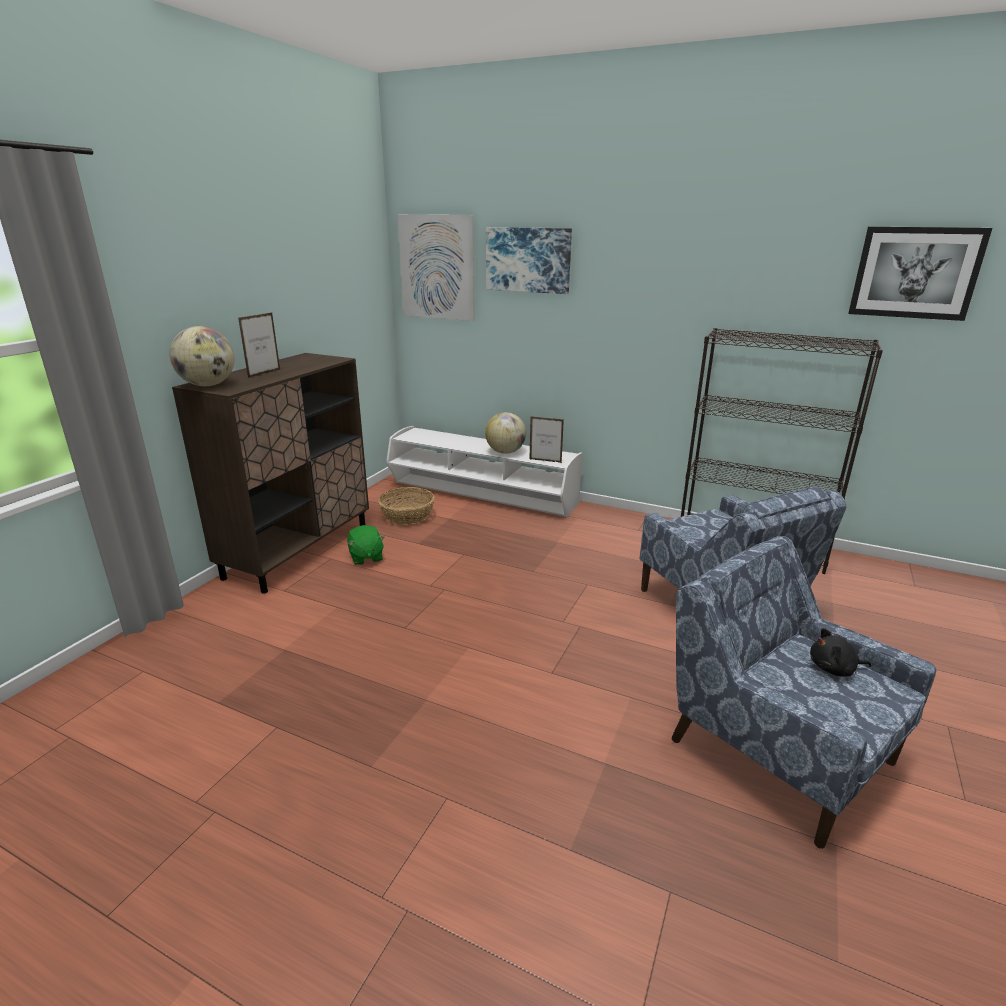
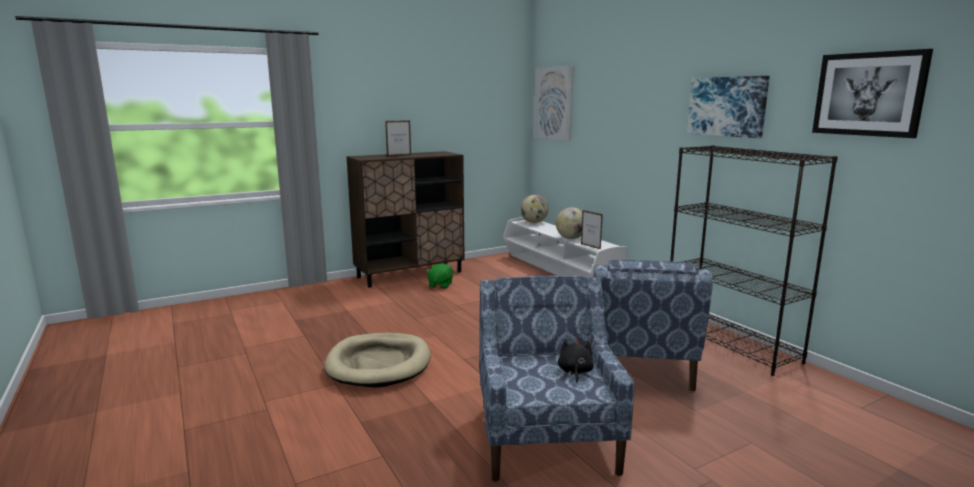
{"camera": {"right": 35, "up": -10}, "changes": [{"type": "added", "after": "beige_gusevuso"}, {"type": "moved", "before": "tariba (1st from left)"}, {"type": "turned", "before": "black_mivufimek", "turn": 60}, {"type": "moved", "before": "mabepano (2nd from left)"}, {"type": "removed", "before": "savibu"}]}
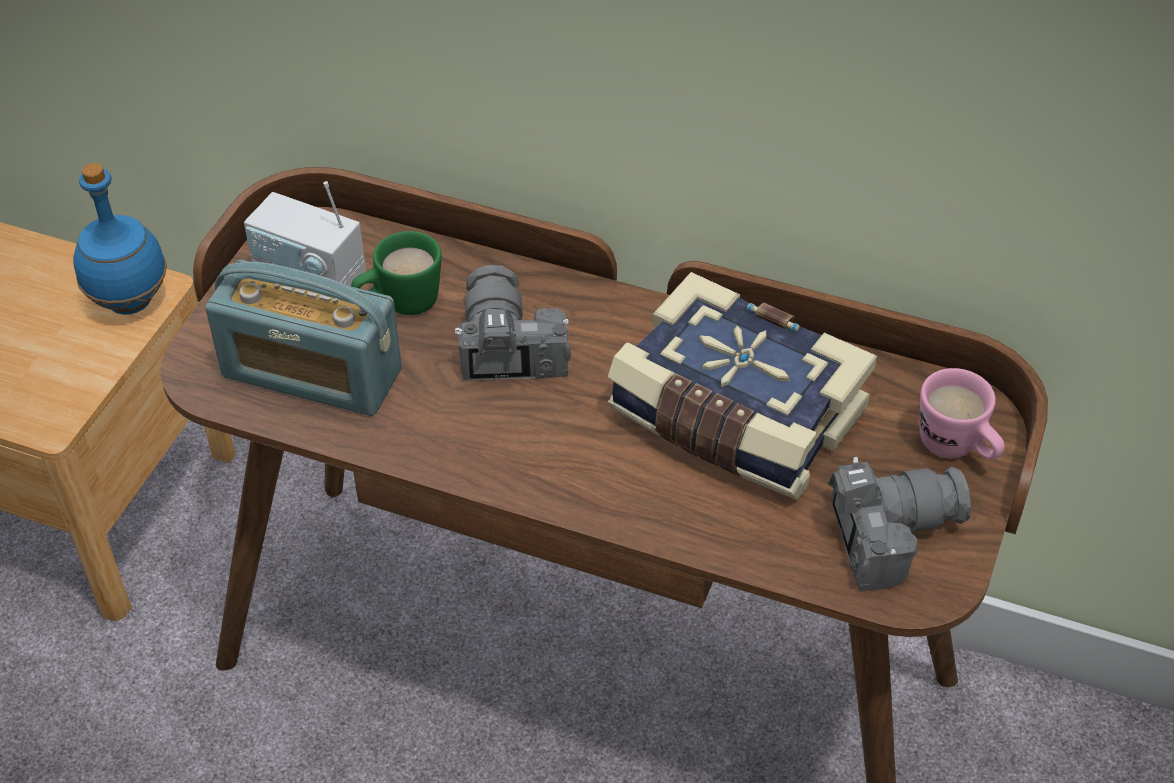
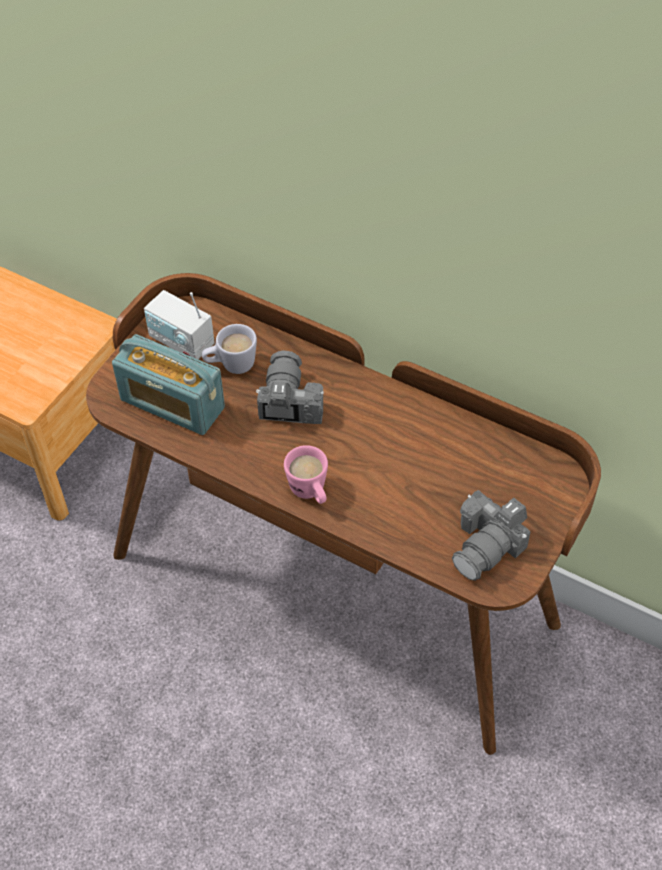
{"camera": {"right": 10, "up": 5}, "changes": [{"type": "recoloured", "before": "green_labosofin", "after": "white_labosofin"}, {"type": "moved", "before": "pink_labosofin"}, {"type": "turned", "before": "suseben (2nd from left)", "turn": 135}, {"type": "removed", "before": "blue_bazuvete"}, {"type": "removed", "before": "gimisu"}]}
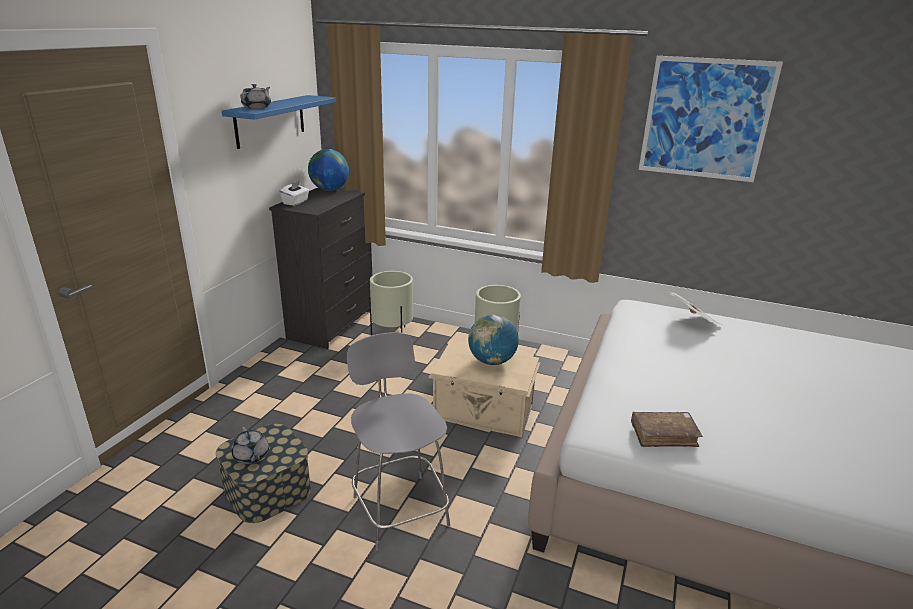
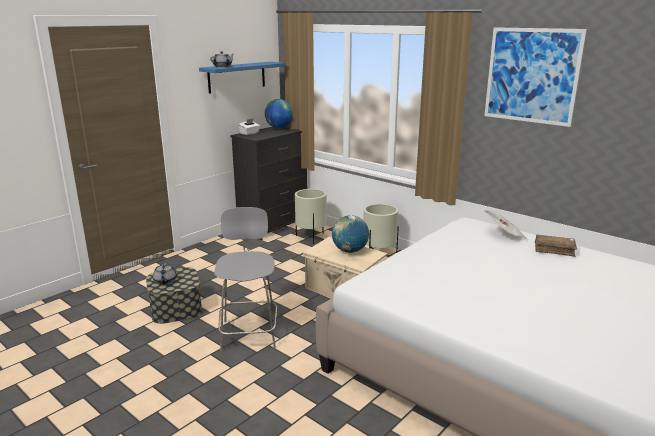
{"camera": {"right": 20, "up": -5}, "changes": [{"type": "moved", "before": "brown_gimisu"}]}
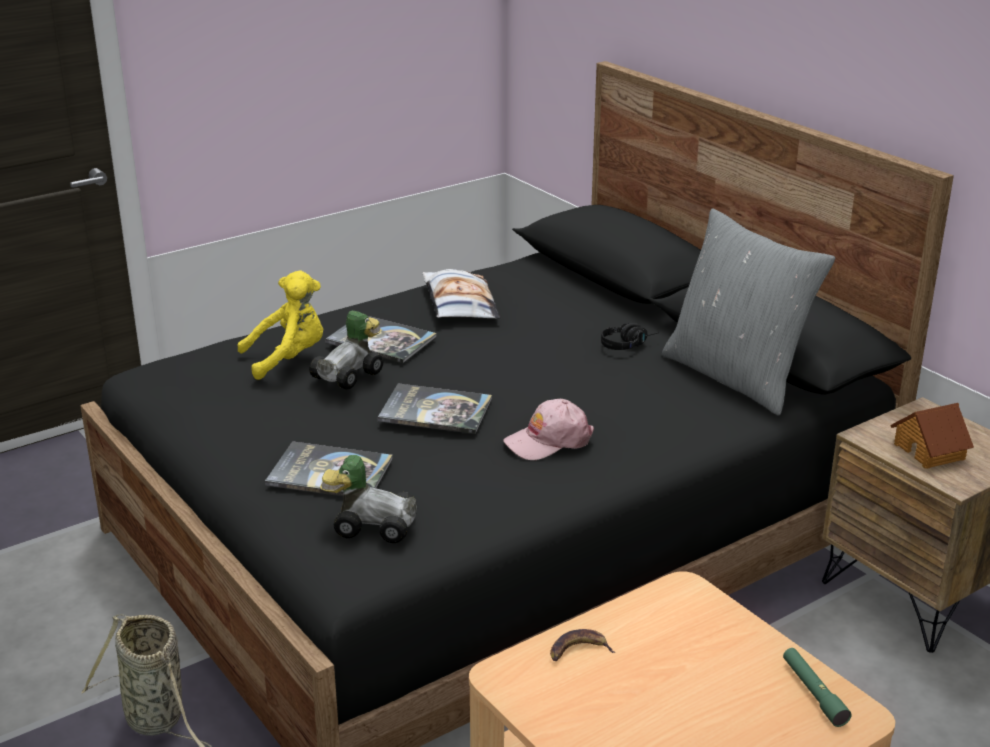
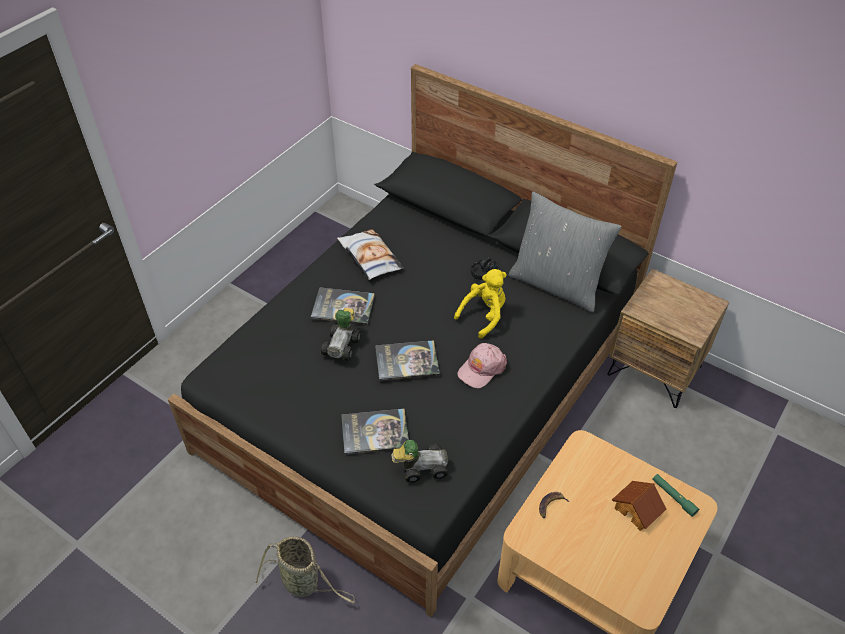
{"camera": {"right": -20, "up": 20}, "changes": [{"type": "moved", "before": "yellow_mivufimek"}, {"type": "moved", "before": "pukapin"}]}
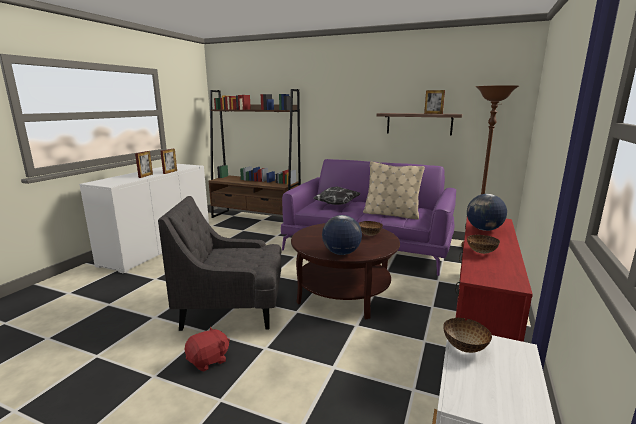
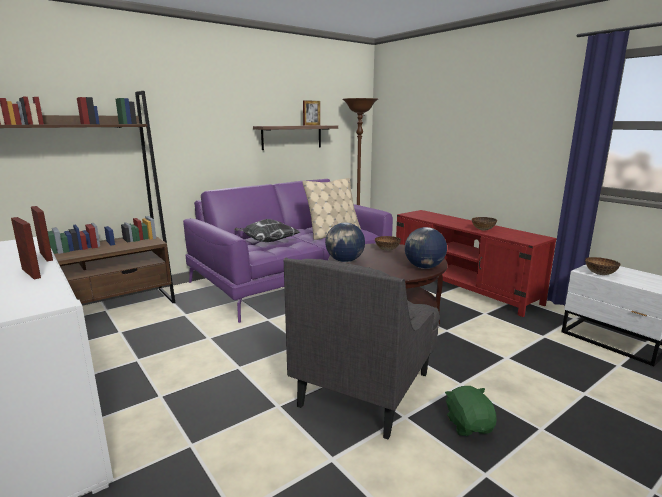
{"camera": {"right": -60, "up": 0}, "changes": [{"type": "moved", "before": "tariba (2nd from left in the first image)", "after": "tariba (1st from left)"}, {"type": "recoloured", "before": "red_mivufimek", "after": "green_mivufimek"}]}
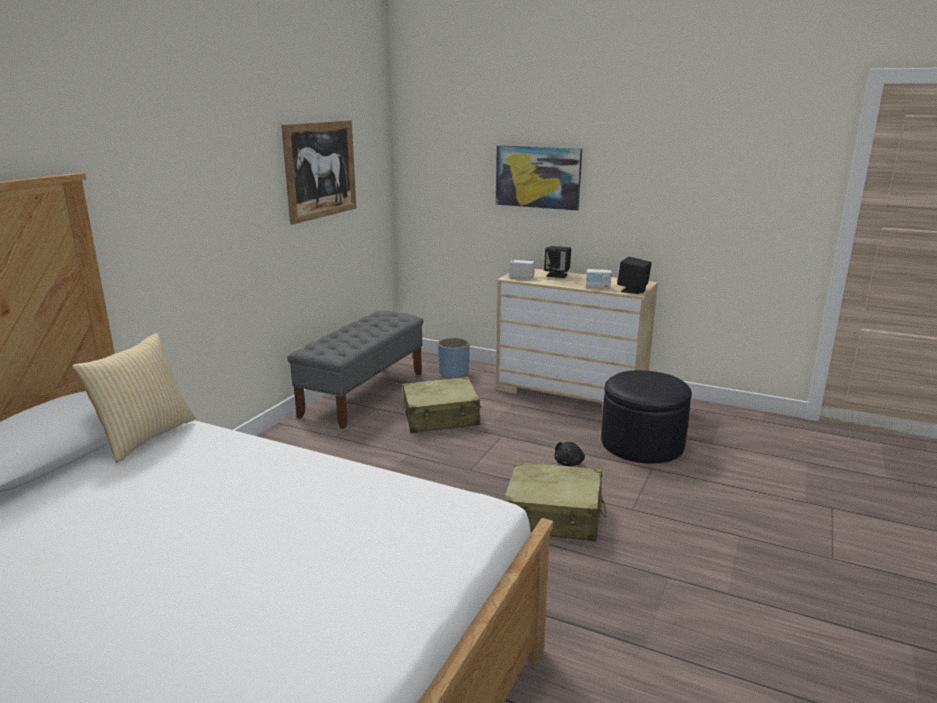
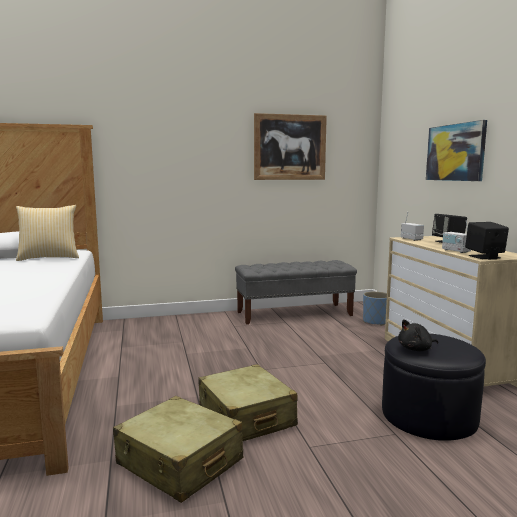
{"camera": {"right": 50, "up": -10}, "changes": [{"type": "moved", "before": "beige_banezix (1st from left)"}, {"type": "moved", "before": "black_mivufimek"}]}
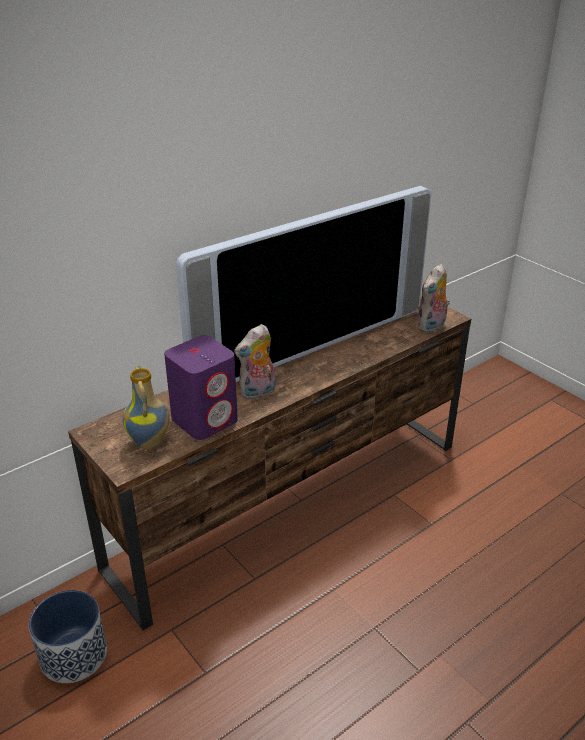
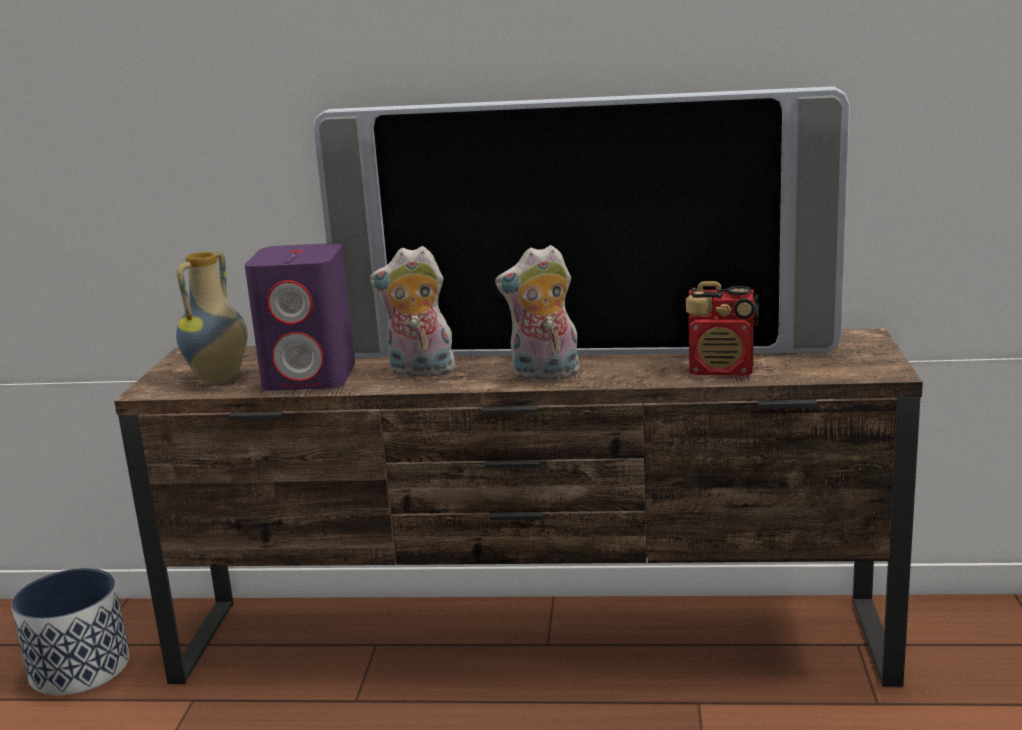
{"camera": {"right": 45, "up": -15}, "changes": [{"type": "moved", "before": "mivufimek (2nd from left)"}, {"type": "added", "after": "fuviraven"}]}
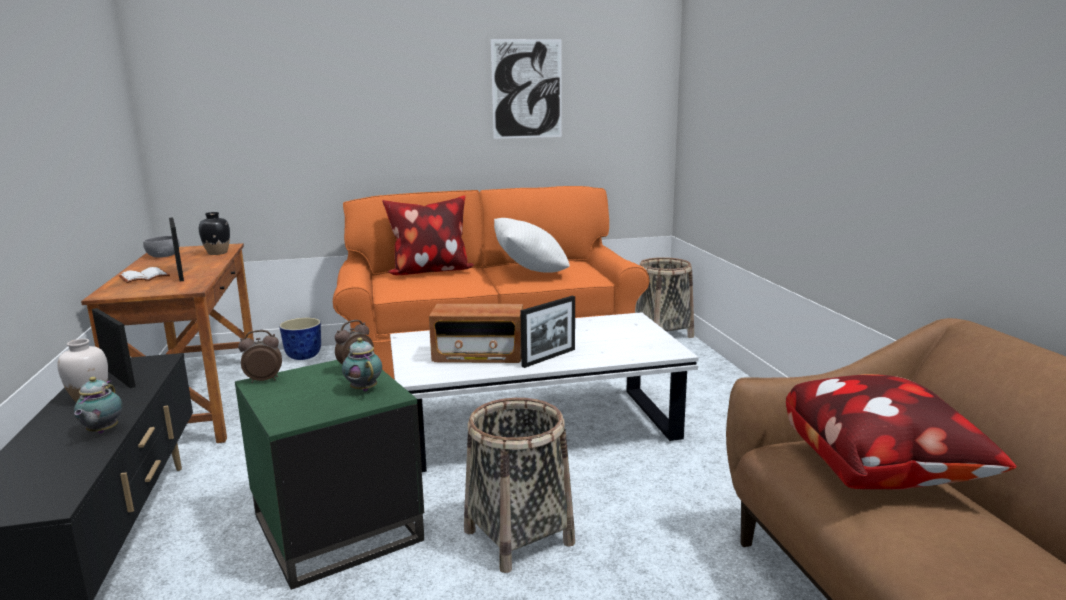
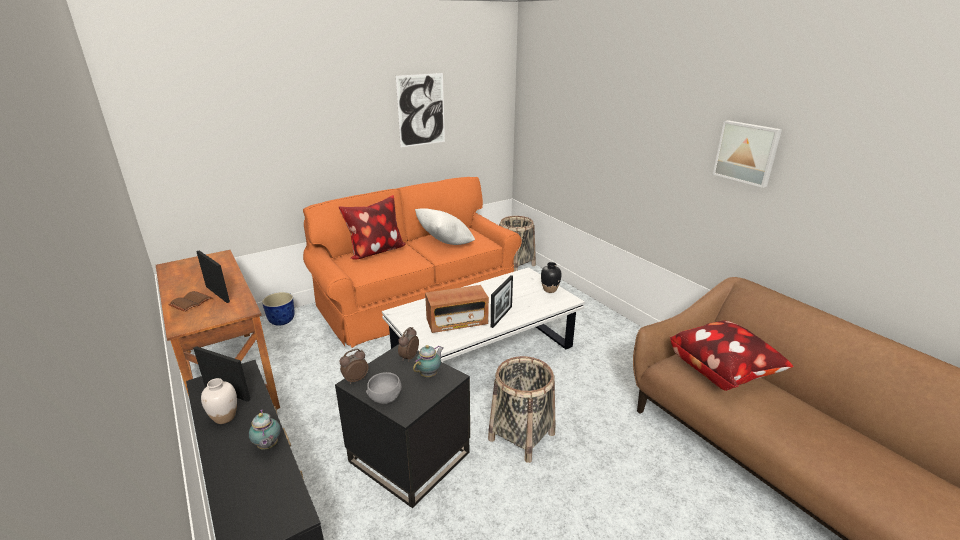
{"camera": {"right": -20, "up": 10}, "changes": [{"type": "recoloured", "before": "white_gimisu", "after": "brown_gimisu"}, {"type": "recoloured", "before": "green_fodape", "after": "black_fodape"}, {"type": "moved", "before": "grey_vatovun"}, {"type": "turned", "before": "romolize (2nd from left)", "turn": 90}, {"type": "moved", "before": "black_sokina"}, {"type": "added", "after": "mabepano (2nd from left)"}]}
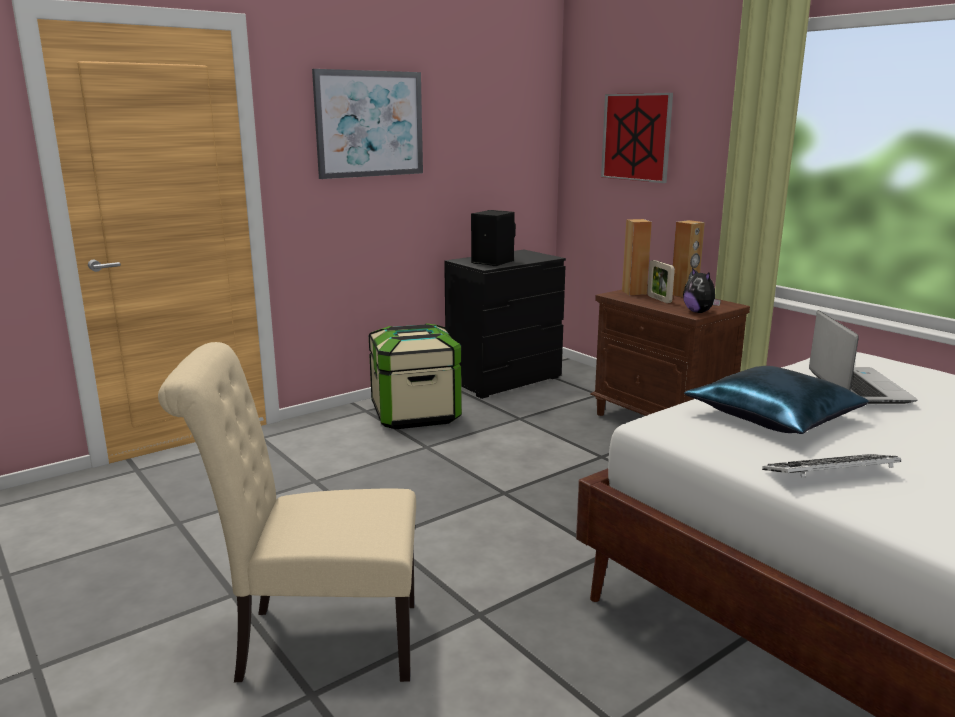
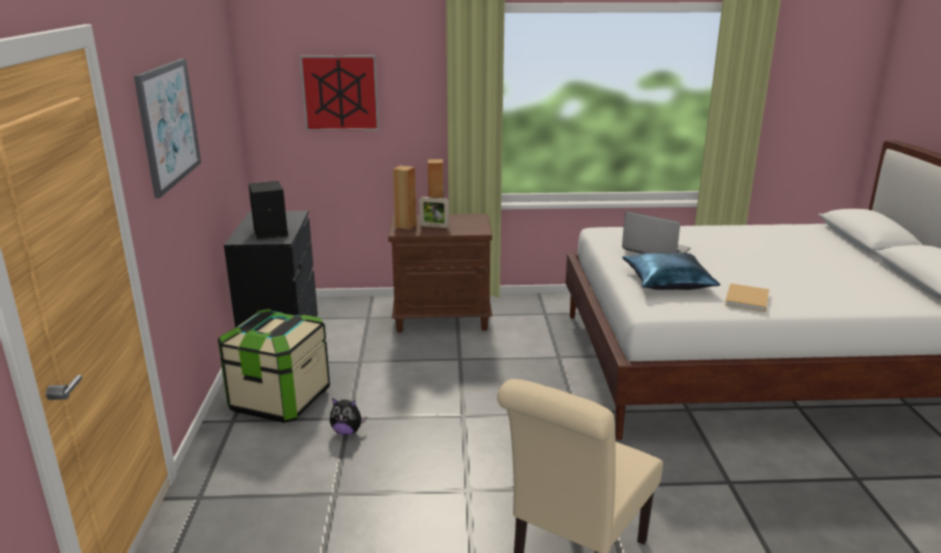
{"camera": {"right": -55, "up": 5}, "changes": [{"type": "moved", "before": "mivufimek"}, {"type": "replaced", "before": "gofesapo", "after": "beige_gimisu"}]}
